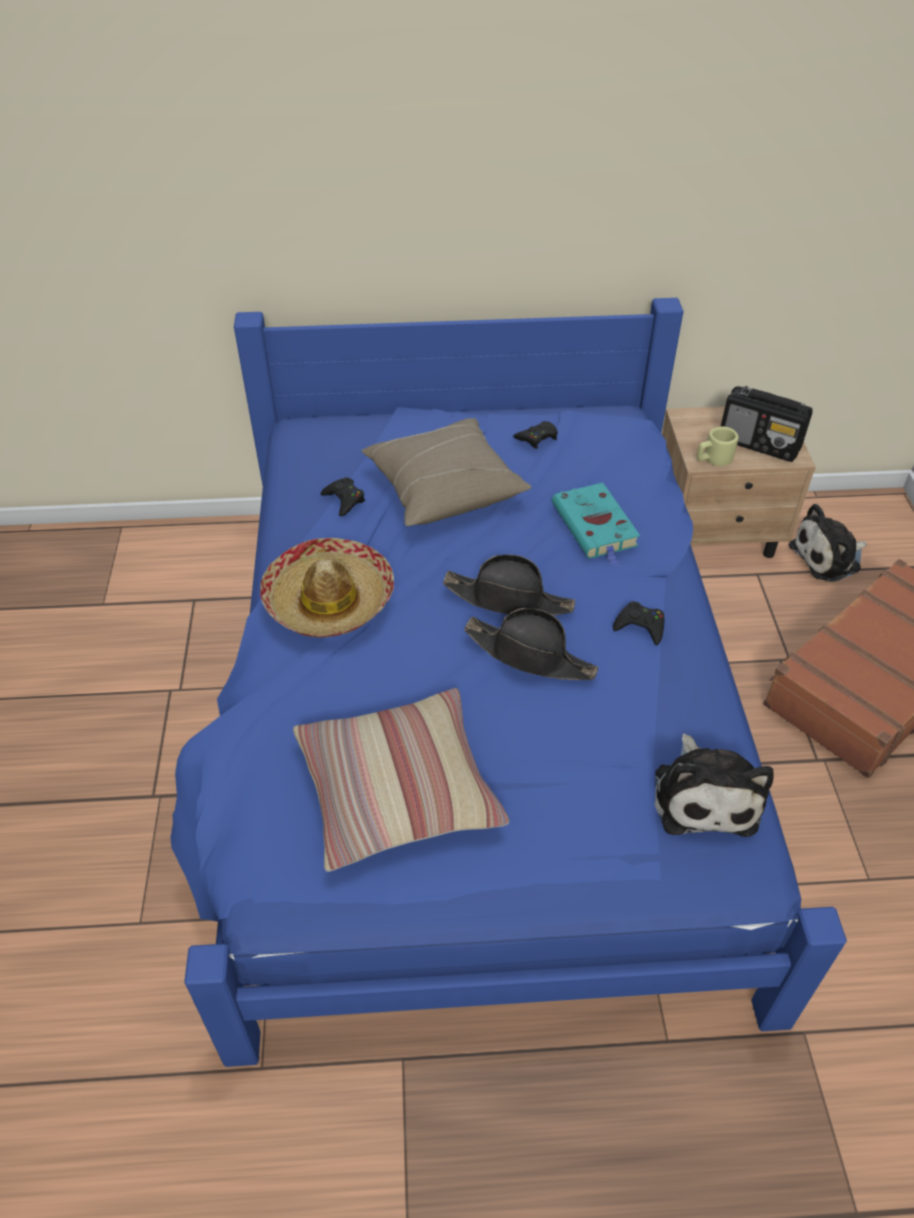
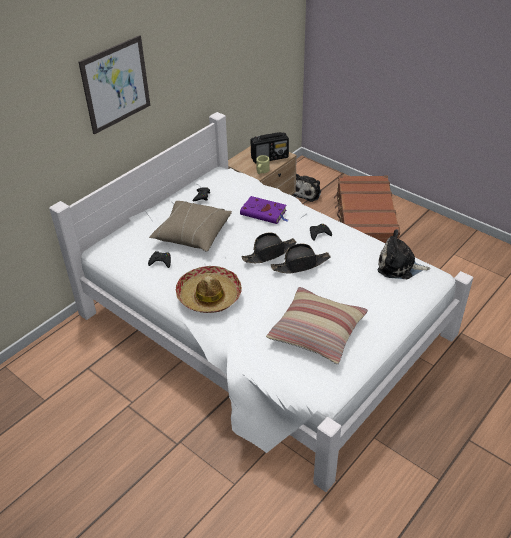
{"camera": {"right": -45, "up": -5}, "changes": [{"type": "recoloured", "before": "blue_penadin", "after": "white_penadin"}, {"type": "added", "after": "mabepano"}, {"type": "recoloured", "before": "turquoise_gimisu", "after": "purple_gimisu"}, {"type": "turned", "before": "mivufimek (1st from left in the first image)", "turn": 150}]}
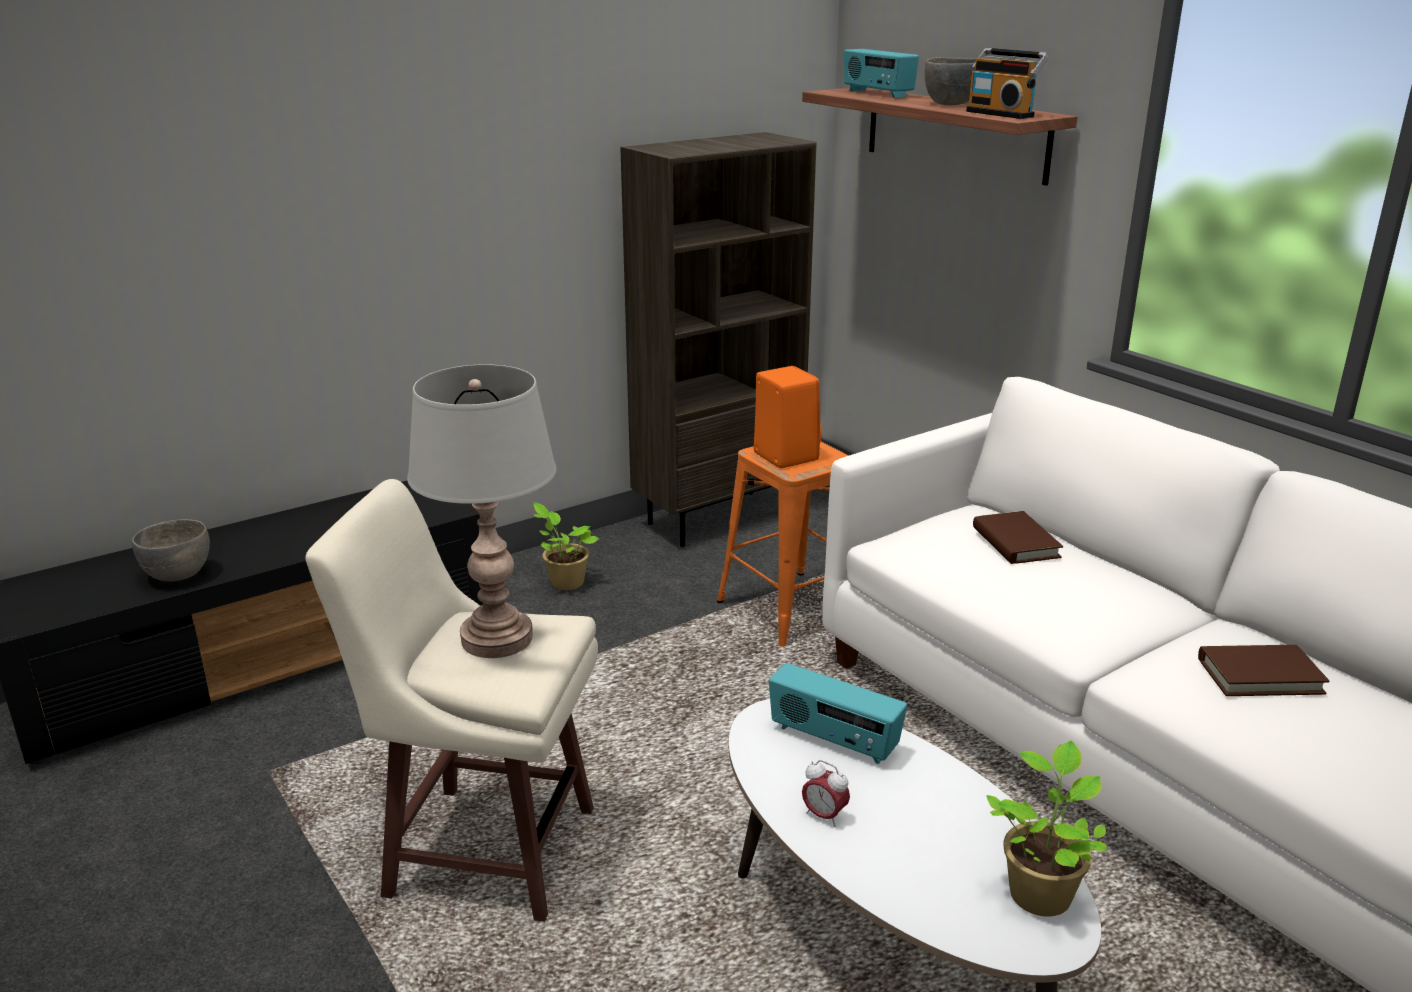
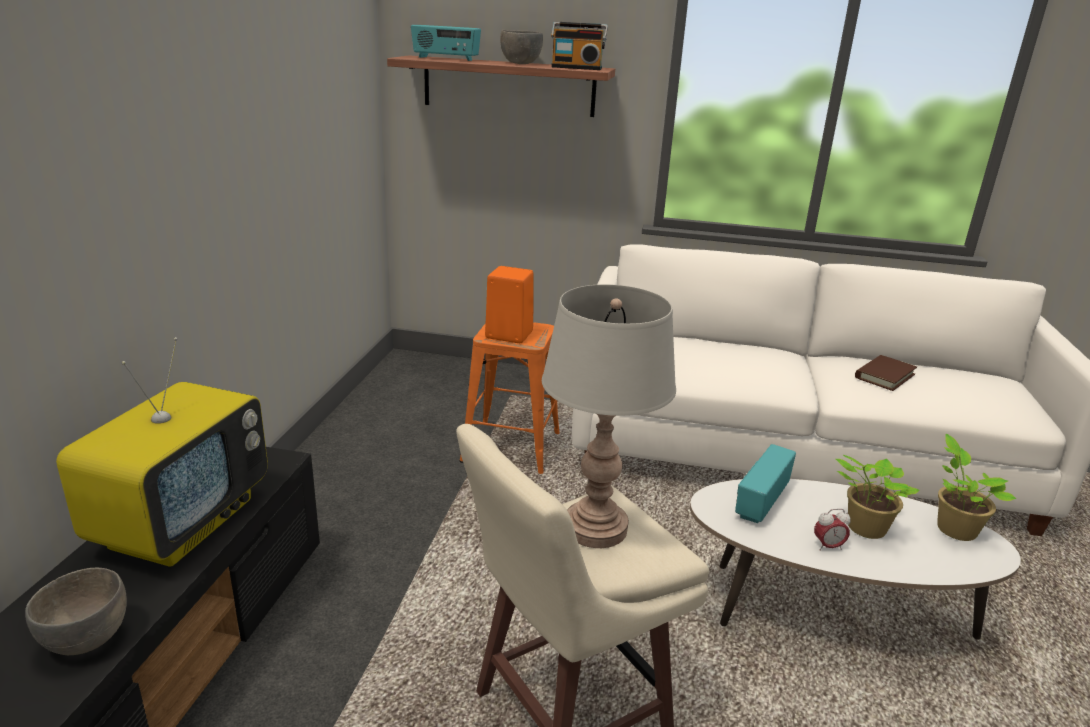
{"camera": {"right": -45, "up": 0}, "changes": [{"type": "added", "after": "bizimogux"}, {"type": "turned", "before": "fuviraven (1st from left in the first image)", "turn": 135}, {"type": "moved", "before": "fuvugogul (1st from left)"}, {"type": "removed", "before": "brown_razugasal"}, {"type": "removed", "before": "brown_gimisu (1st from left)"}]}
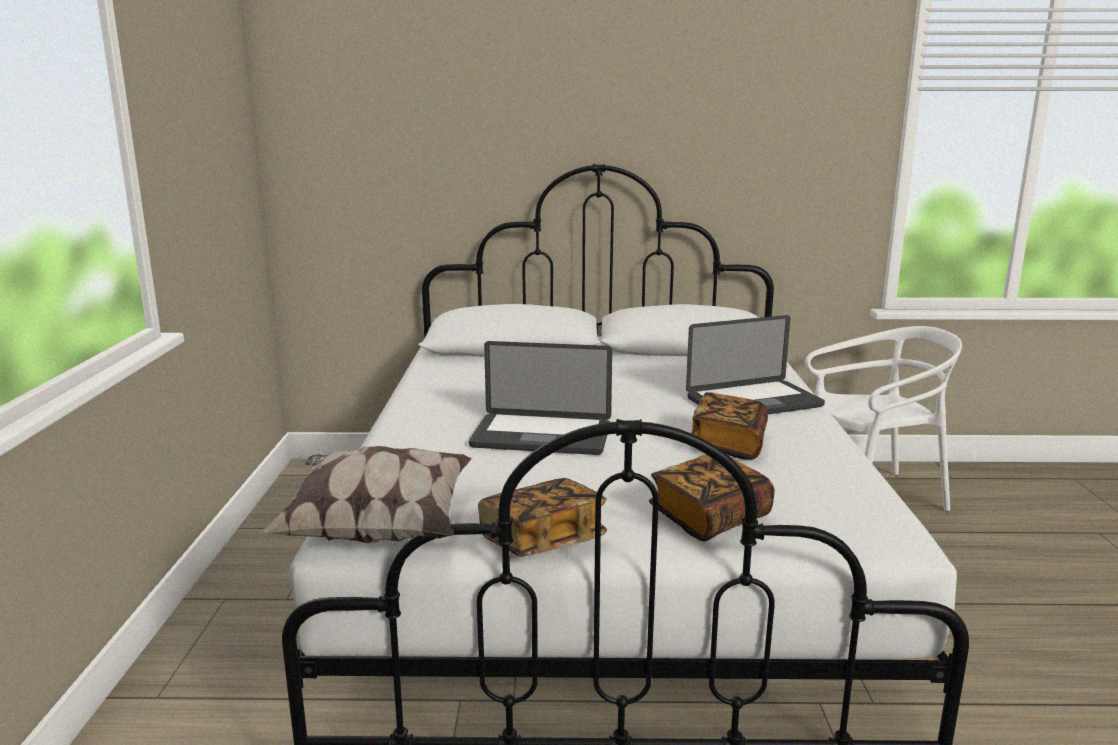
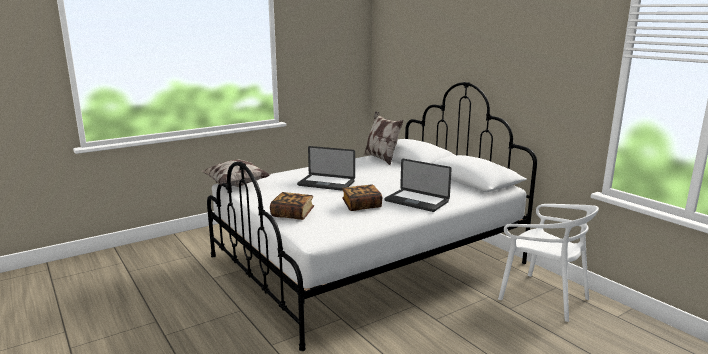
{"camera": {"right": 55, "up": 0}, "changes": [{"type": "turned", "before": "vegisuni (1st from left)", "turn": -45}, {"type": "added", "after": "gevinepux (2nd from left)"}, {"type": "removed", "before": "gimisu (1st from left)"}]}
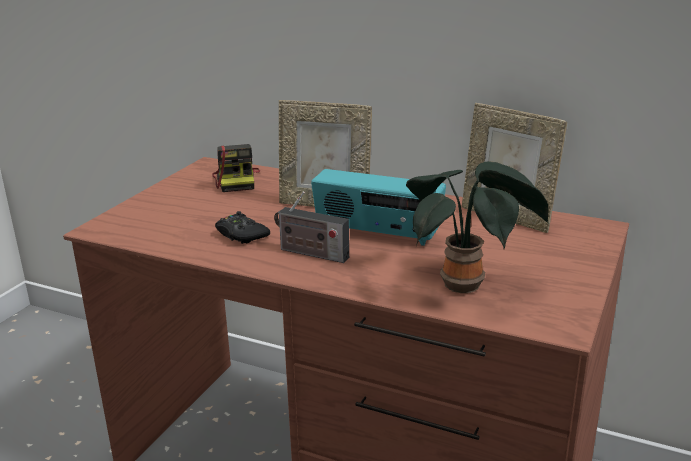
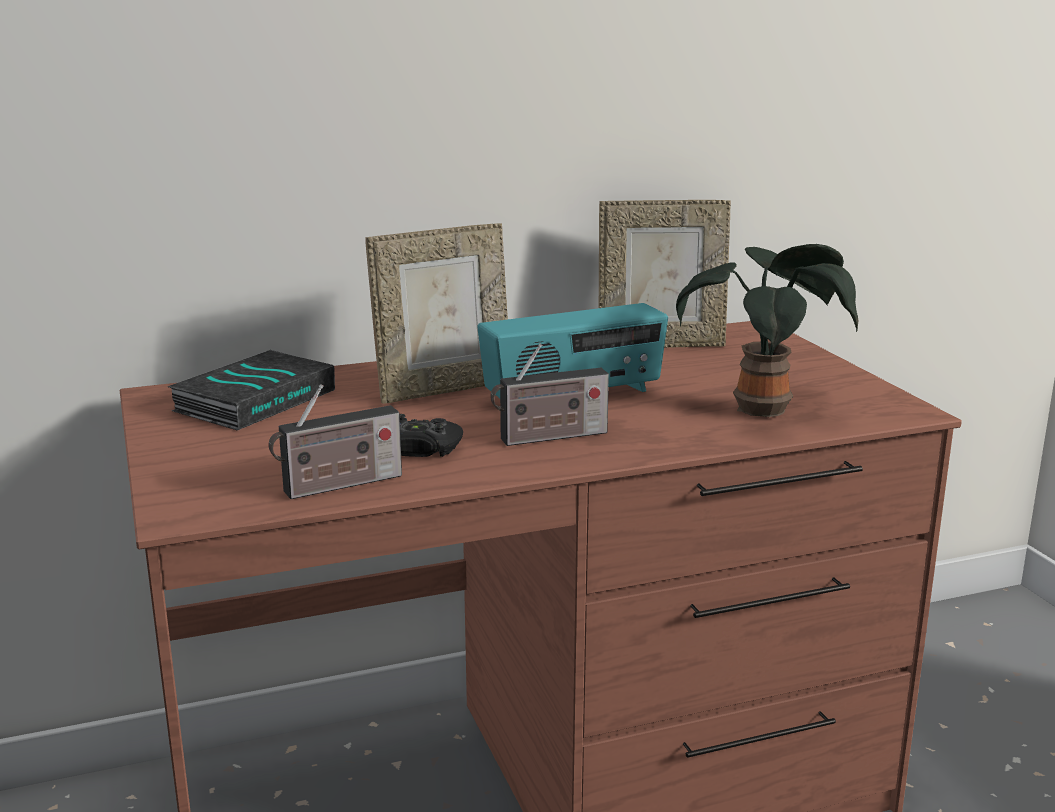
{"camera": {"right": -45, "up": -5}, "changes": [{"type": "replaced", "before": "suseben", "after": "gimisu"}, {"type": "added", "after": "fuviraven (1st from left)"}]}
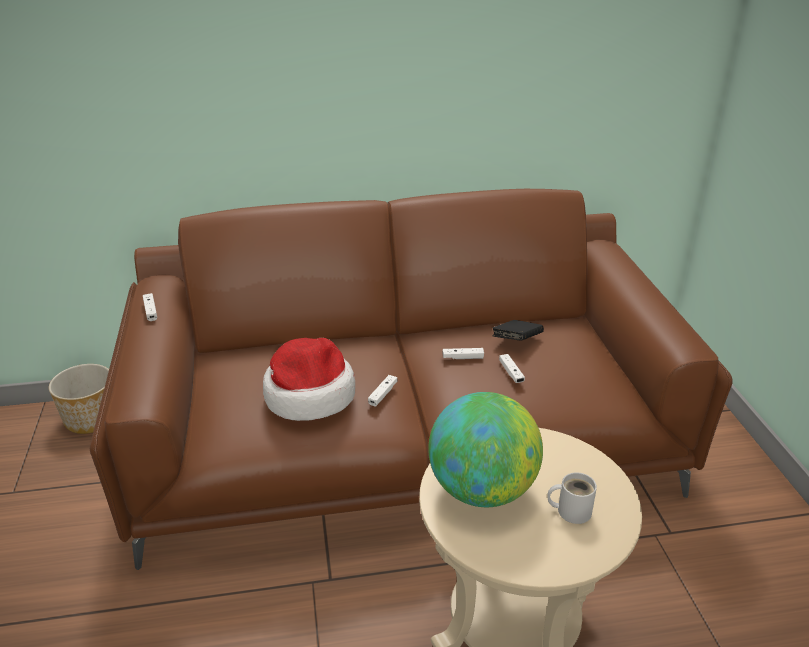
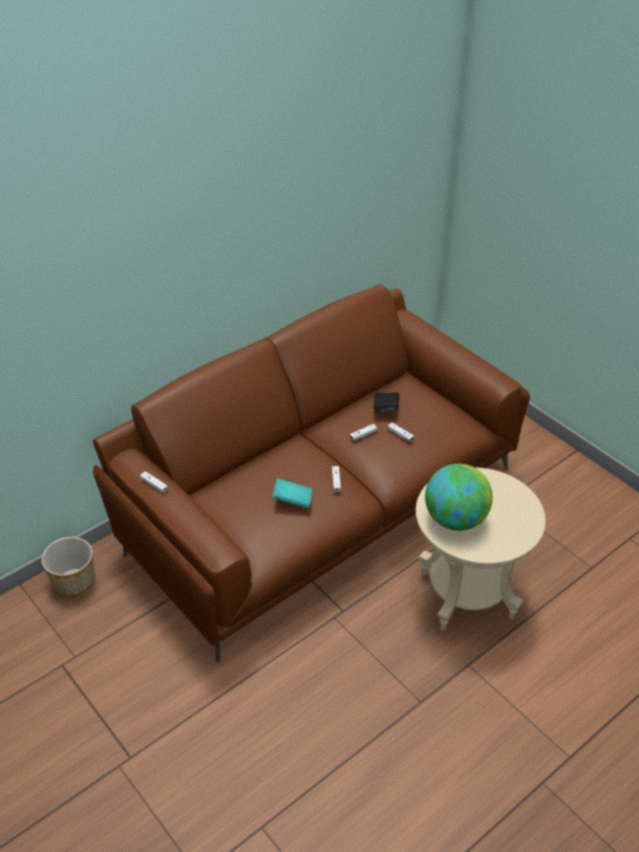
{"camera": {"right": -30, "up": 10}, "changes": [{"type": "replaced", "before": "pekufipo", "after": "turquoise_gimisu"}, {"type": "removed", "before": "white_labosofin"}]}
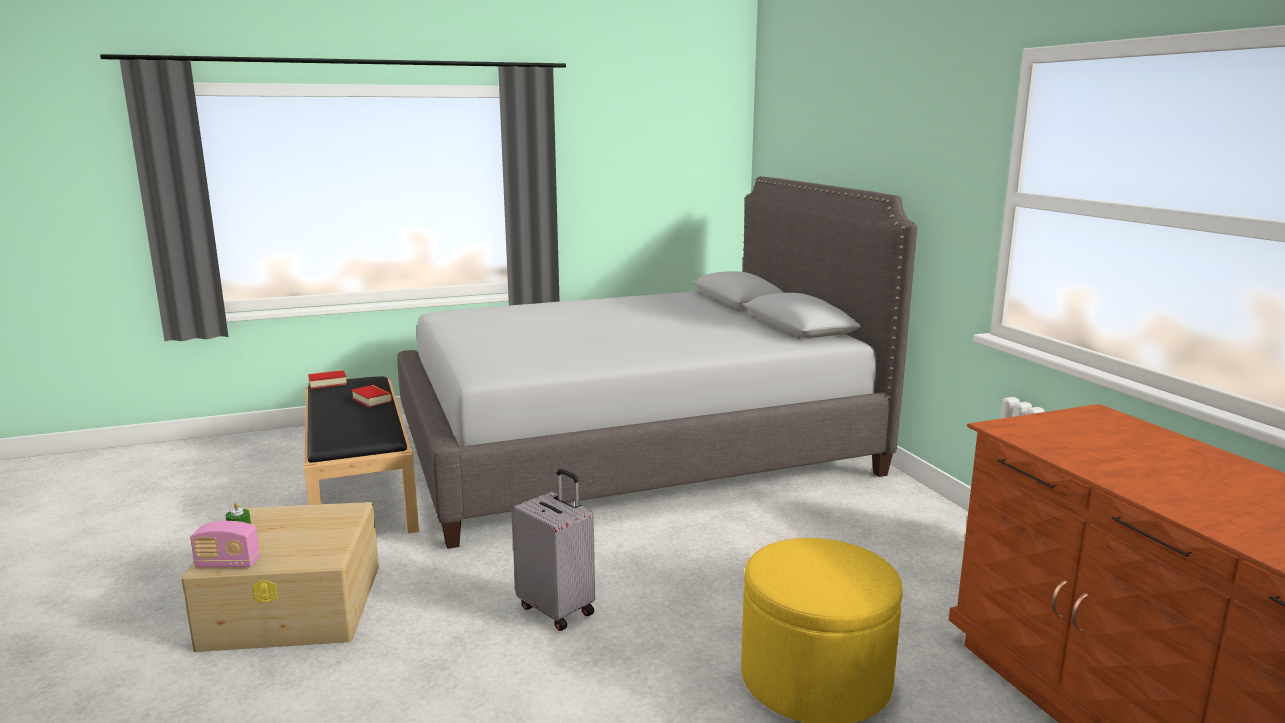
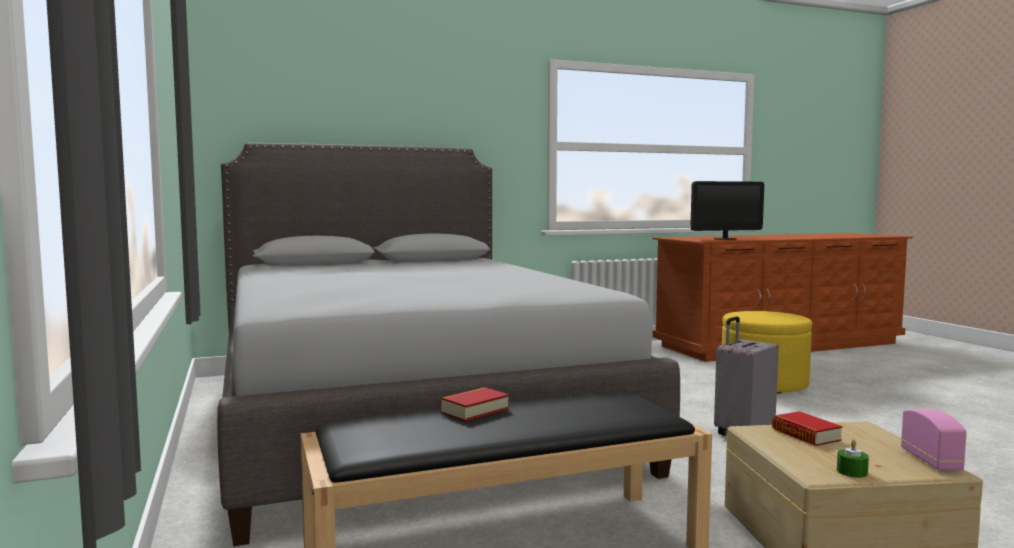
{"camera": {"right": -90, "up": -10}, "changes": [{"type": "added", "after": "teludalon"}, {"type": "moved", "before": "gimisu (1st from left in the first image)", "after": "gimisu (2nd from left)"}]}
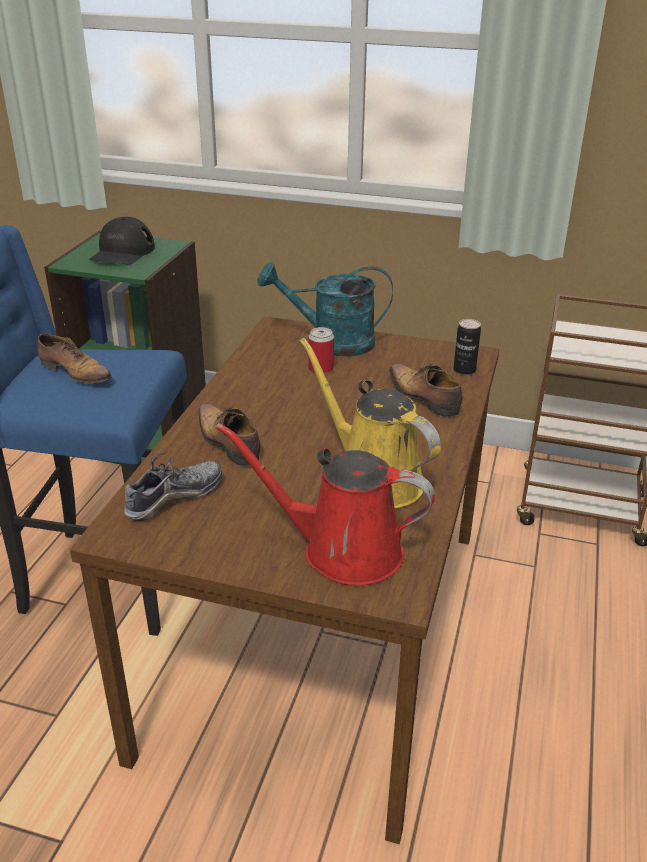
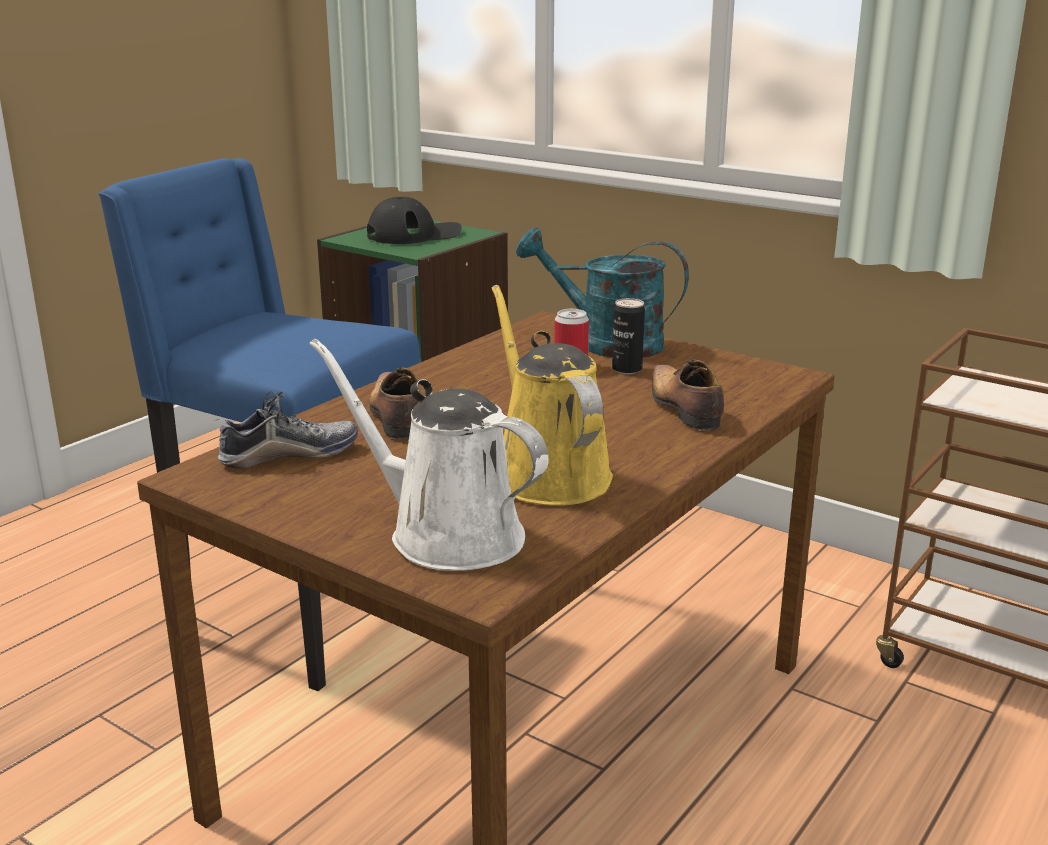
{"camera": {"right": 20, "up": -10}, "changes": [{"type": "recoloured", "before": "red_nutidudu", "after": "white_nutidudu"}, {"type": "turned", "before": "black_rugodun", "turn": -150}, {"type": "moved", "before": "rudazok (2nd from left)"}, {"type": "removed", "before": "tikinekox (1st from left)"}]}
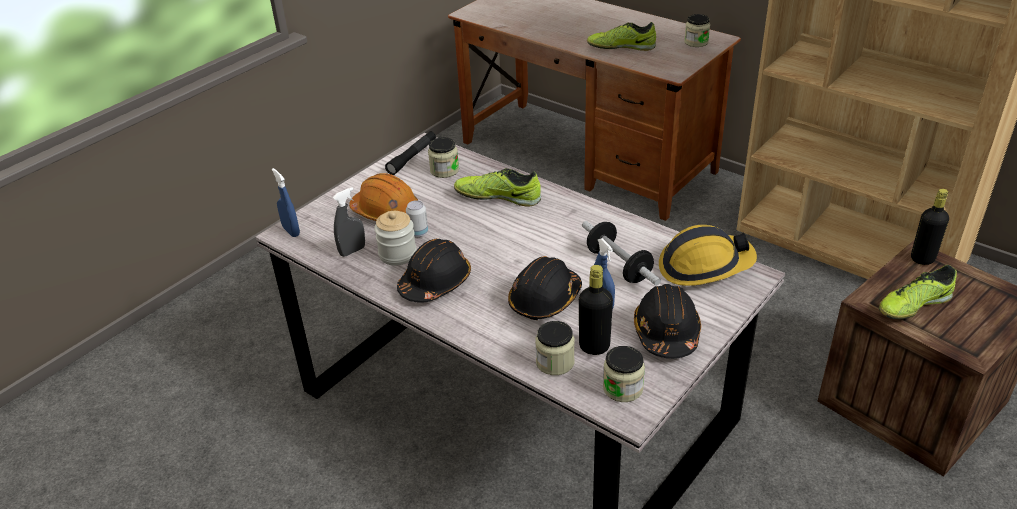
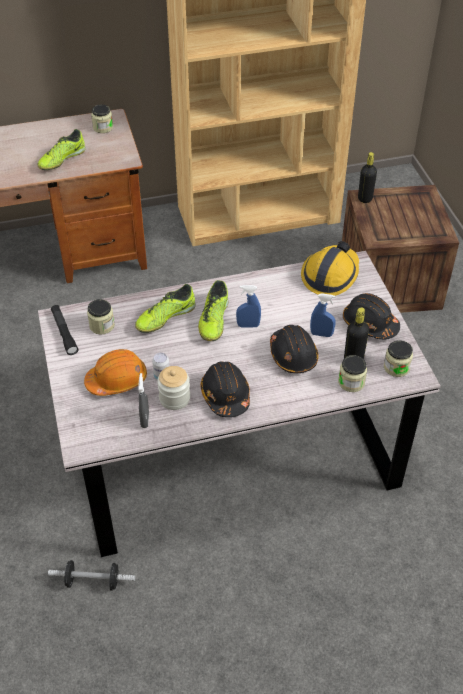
{"camera": {"right": -55, "up": 10}, "changes": [{"type": "moved", "before": "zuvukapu"}, {"type": "moved", "before": "tikinekox (3rd from left)"}, {"type": "moved", "before": "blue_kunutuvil (1st from left)"}]}
